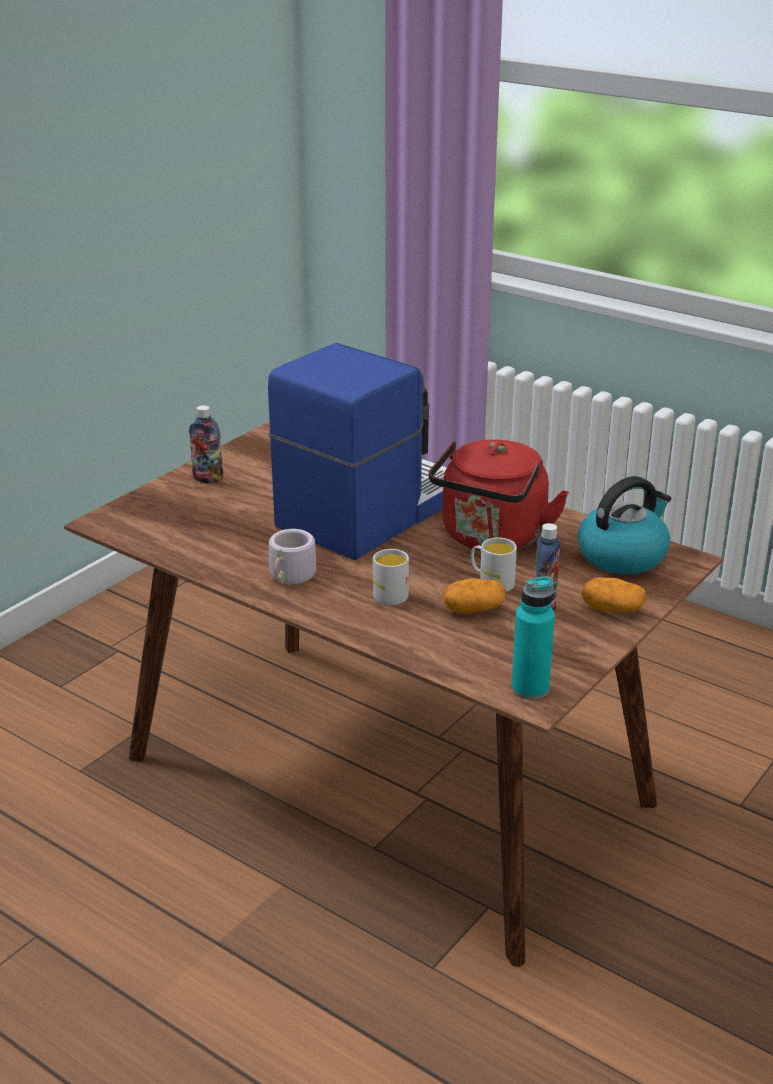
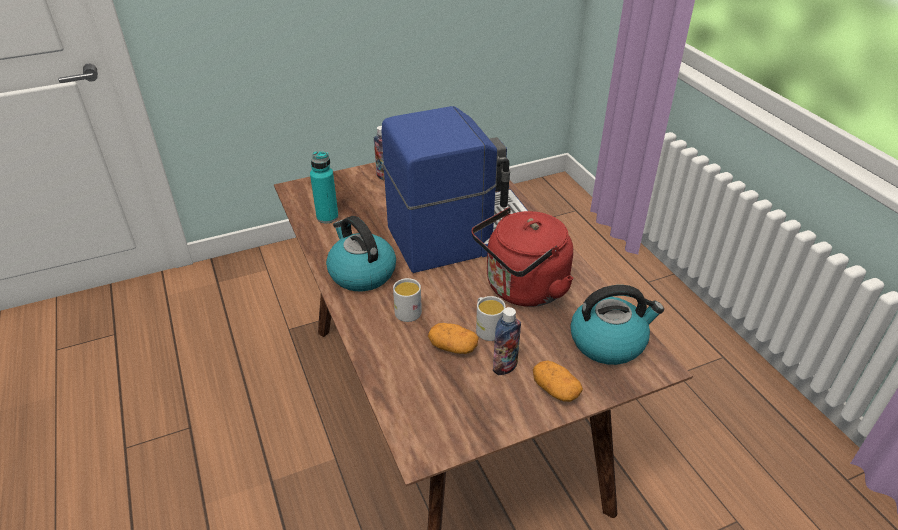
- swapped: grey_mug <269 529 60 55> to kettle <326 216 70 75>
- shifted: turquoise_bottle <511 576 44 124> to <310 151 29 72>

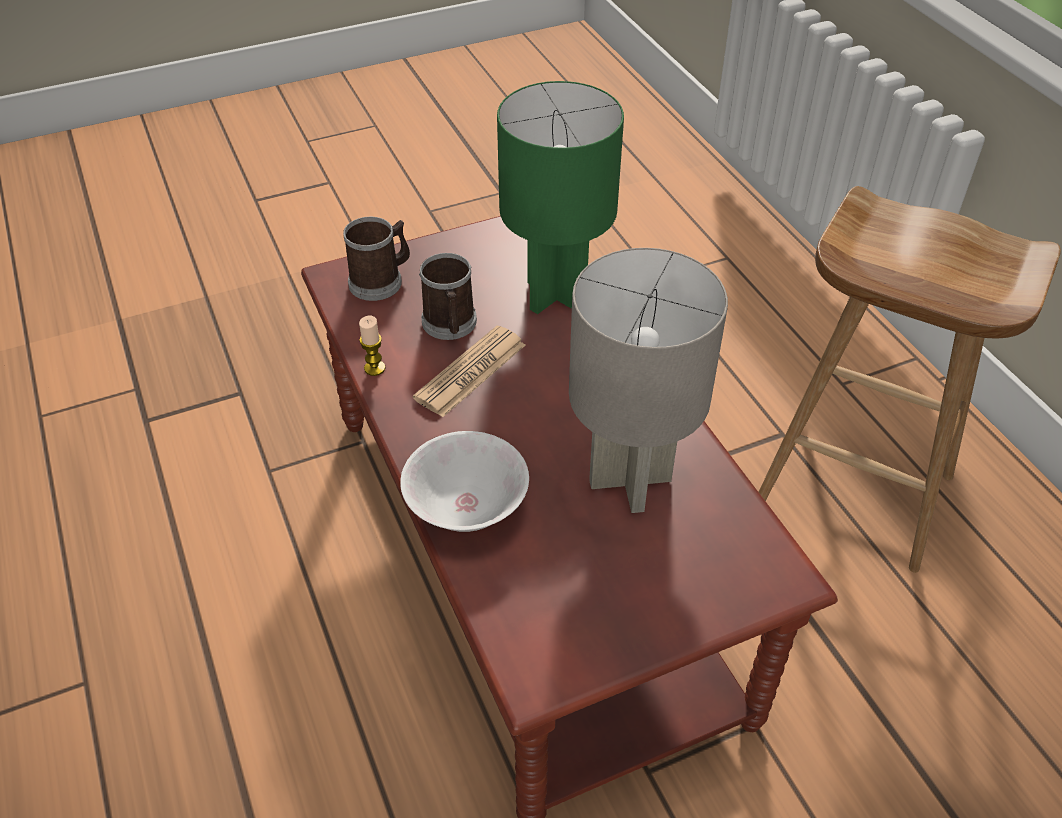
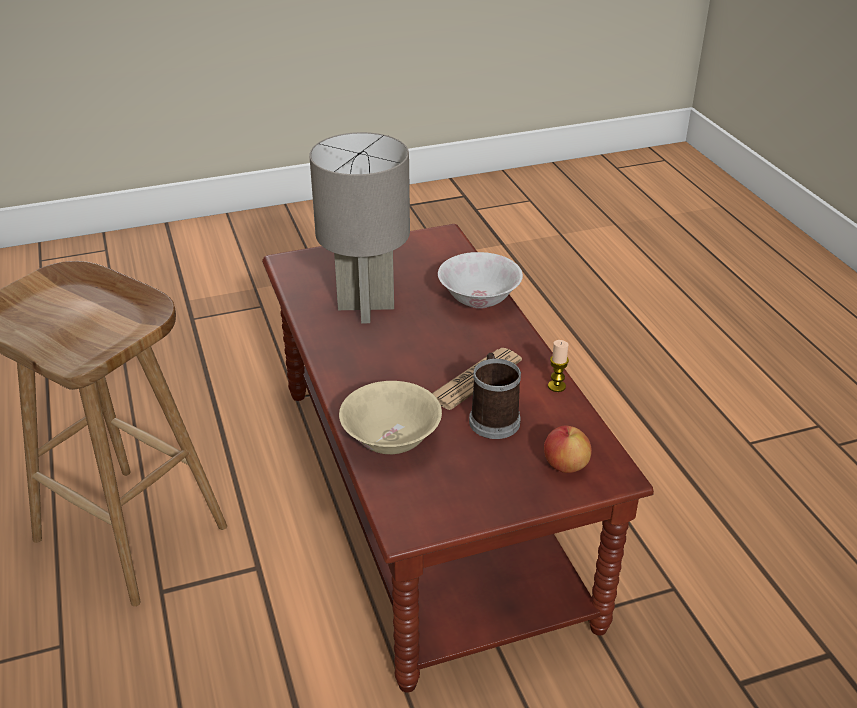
- swapped: green_table_lamp <497 81 127 233> to beige_bowl <339 381 103 73>
- swapped: mug <343 217 67 84> to apple <544 425 48 48>

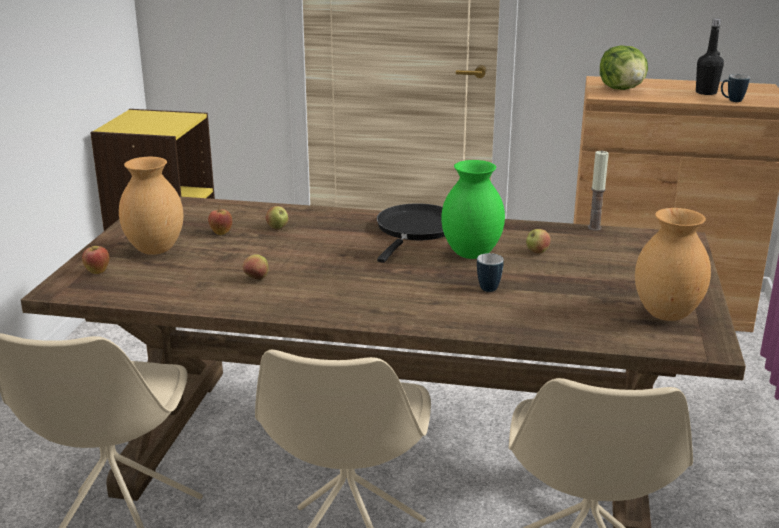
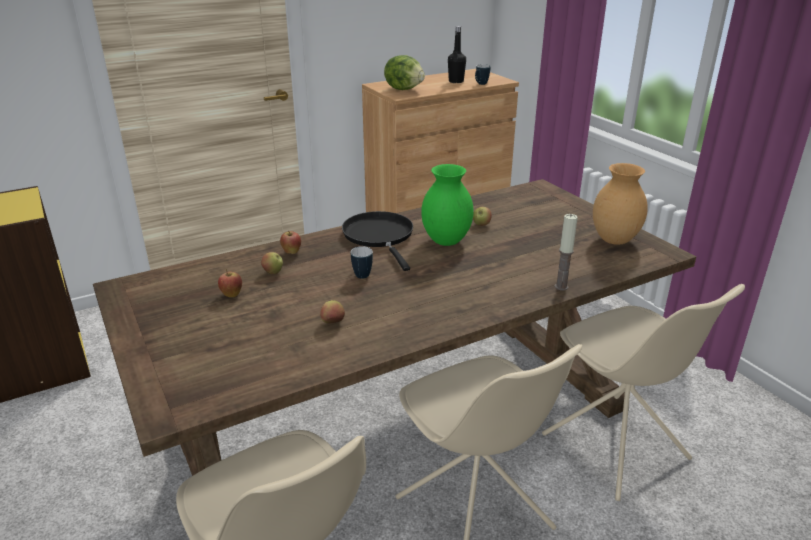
- shifted: candle <588 151 21 80> to <555 214 23 77>
- gone: brown_vase <119 157 64 98>
- shifted: apple <82 244 28 30> to <280 231 21 23>
- shifted: mug <477 253 27 39> to <351 246 22 33>

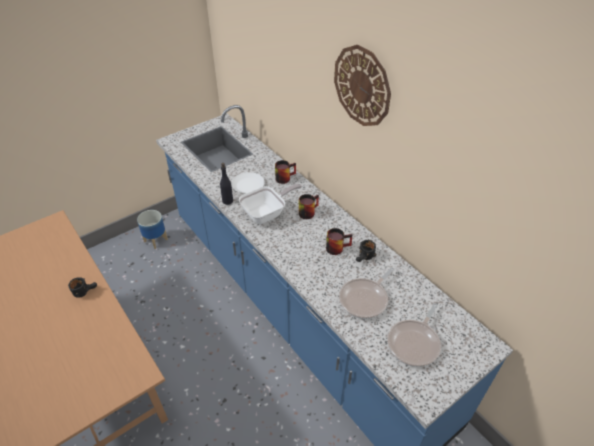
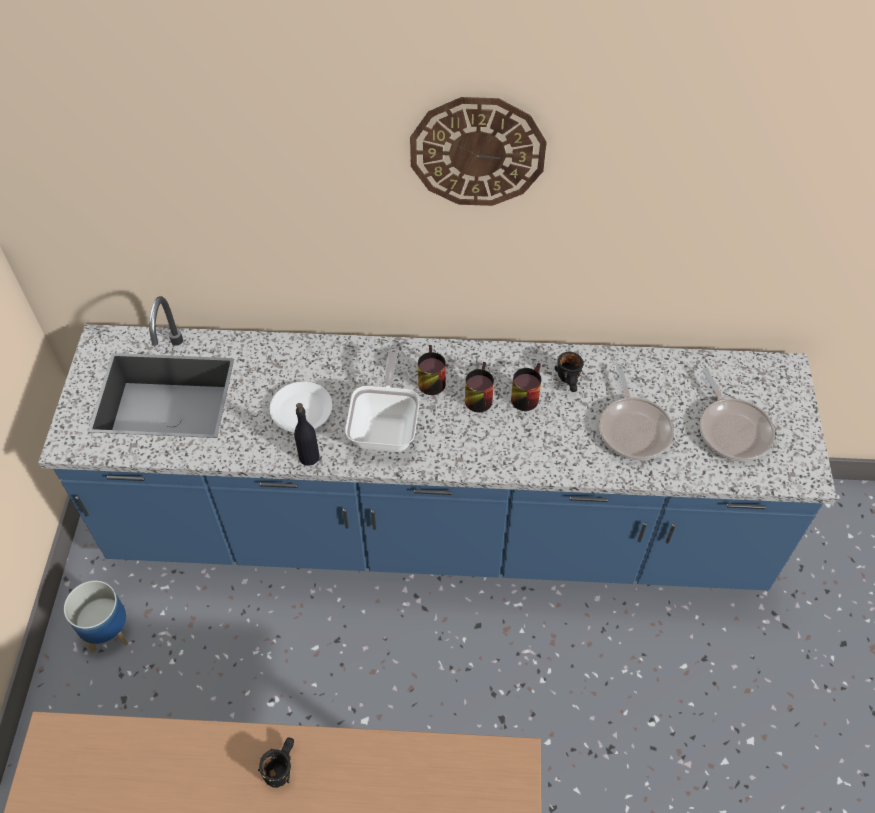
- shifted: mug <275 160 21 24> to <465 362 29 50>

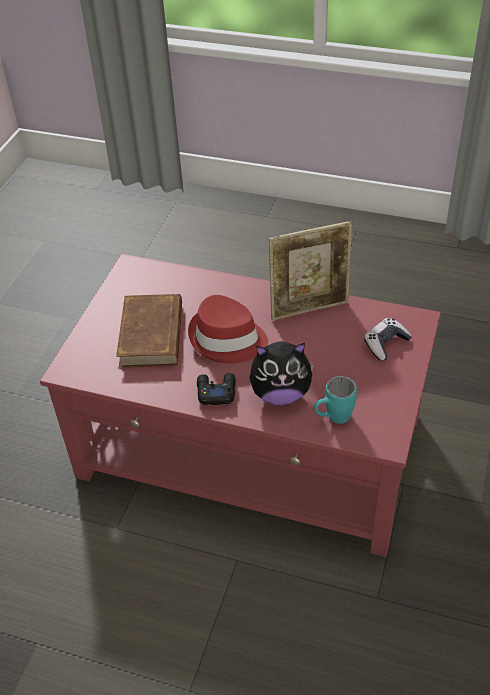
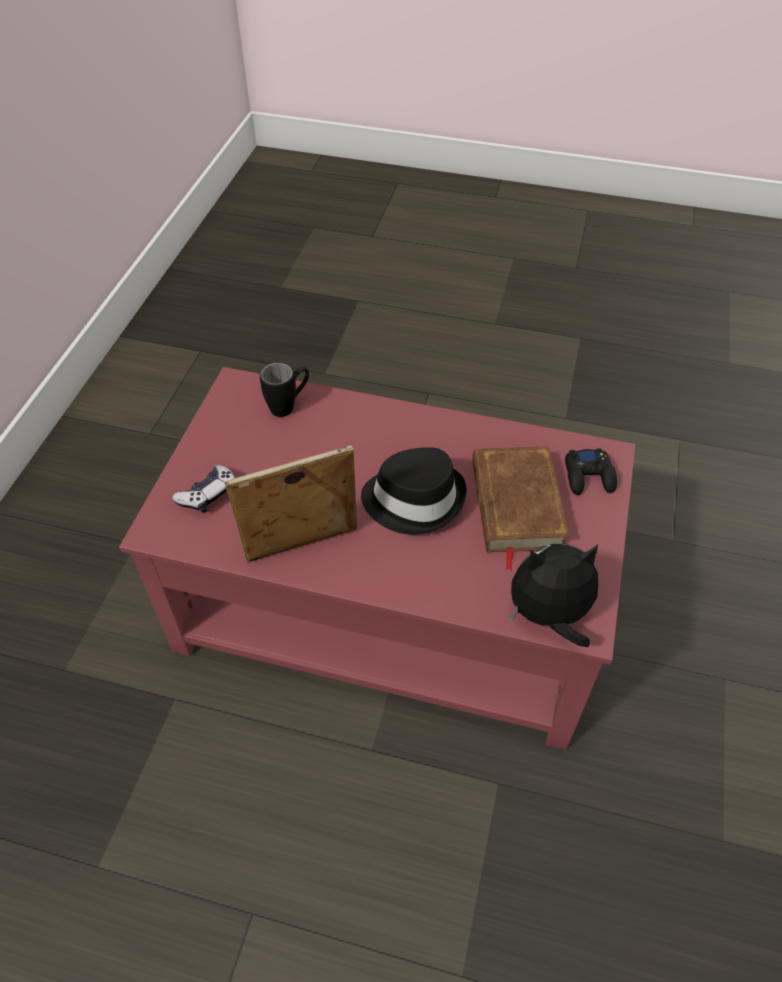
- repainted: red_hat <188 295 80 69> to black_hat <361 447 106 88>
- shifted: plush_toy <249 342 66 63> to <509 544 89 103>
- shifted: black_game_controller <197 373 39 32> to <565 448 52 47>
- repainted: turquoise_mug <314 376 43 48> to black_mug <260 362 49 55>

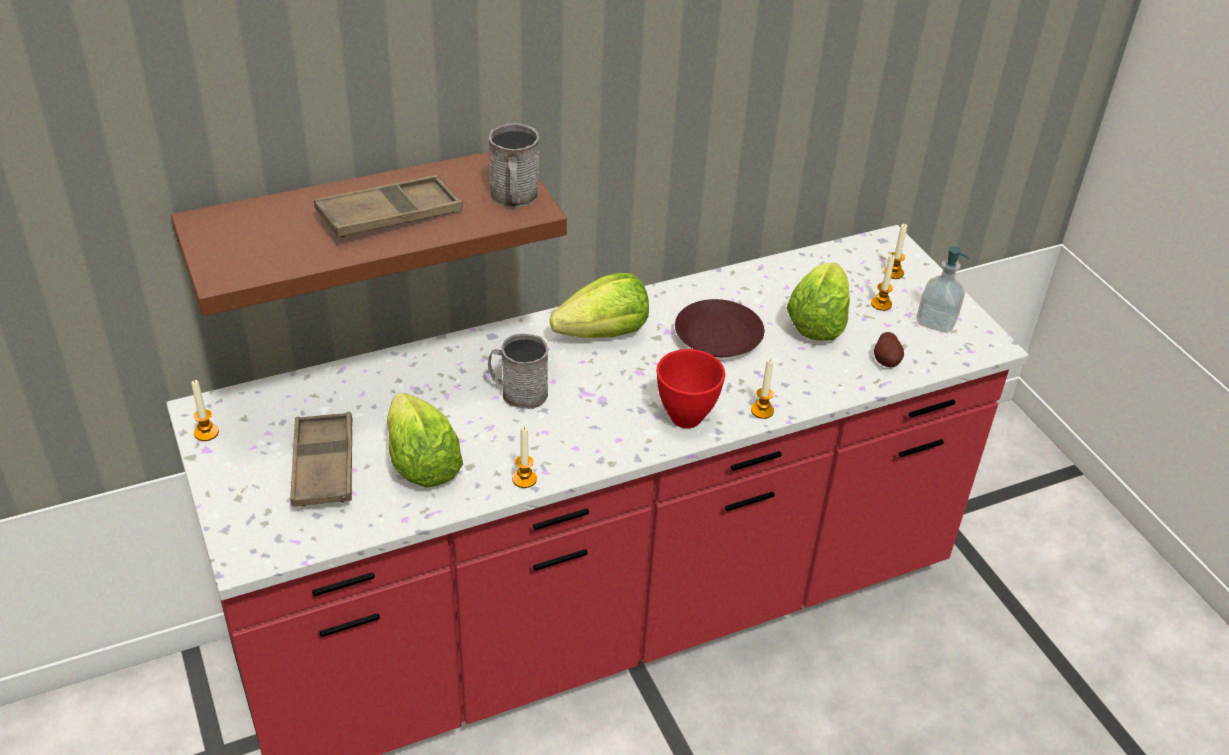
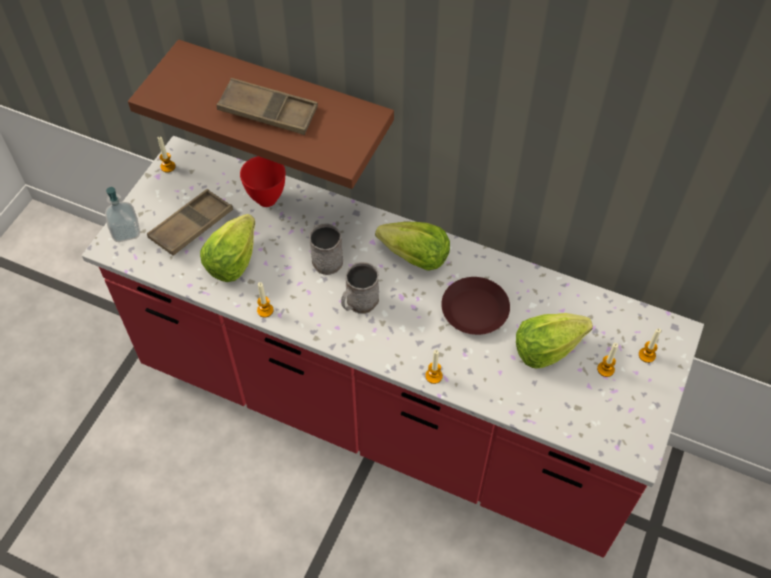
- shifted: grey_mug <489 123 50 84> to <341 262 38 52>
- shifted: soap_dispenser <916 246 53 87> to <105 187 35 55>
- gone: potato <874 332 30 35>
- shifted: red_bowl <657 349 68 79> to <240 156 46 51>

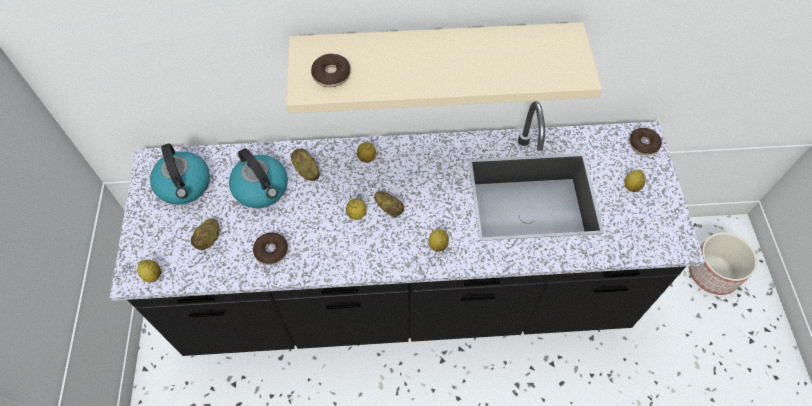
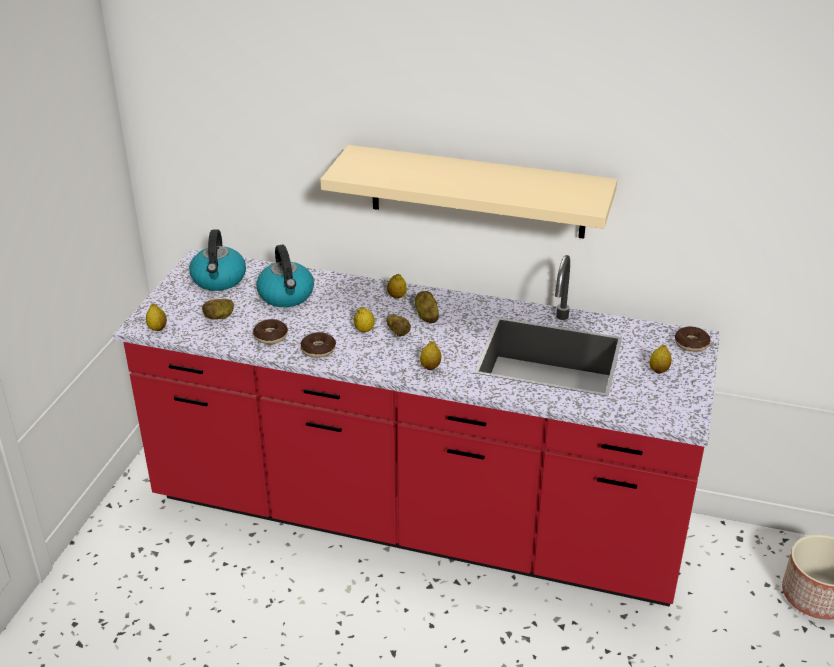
- shifted: donut <311 54 39 33> to <301 332 35 26>
- repainted: black_counter <110 101 595 255> to red_counter <113 250 607 357>
- shifted: potato <291 148 29 33> to <415 291 24 32>

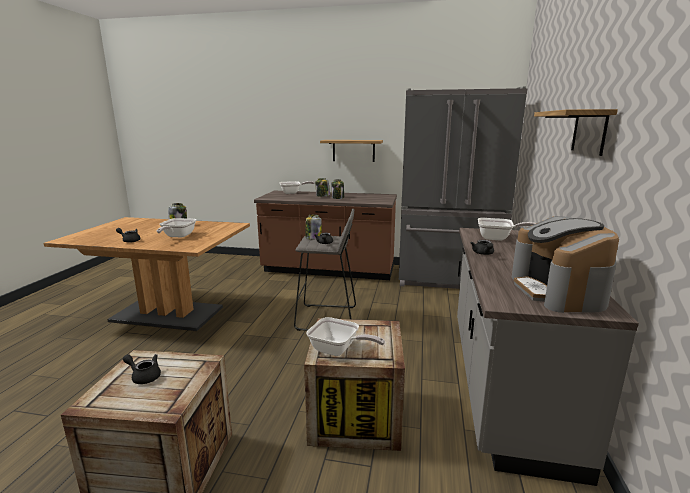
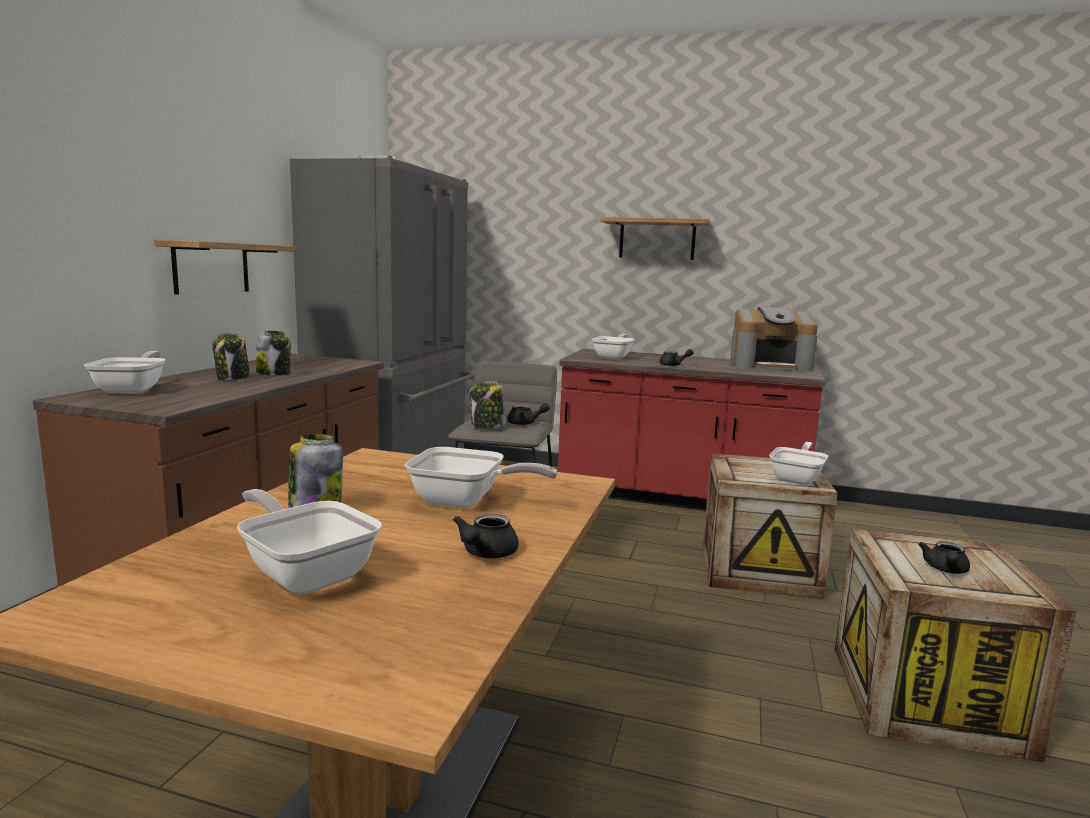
- repainted: grey_counter <457 228 182 258> to red_counter <558 349 267 162>
- new: frying_pan <237 489 145 106>

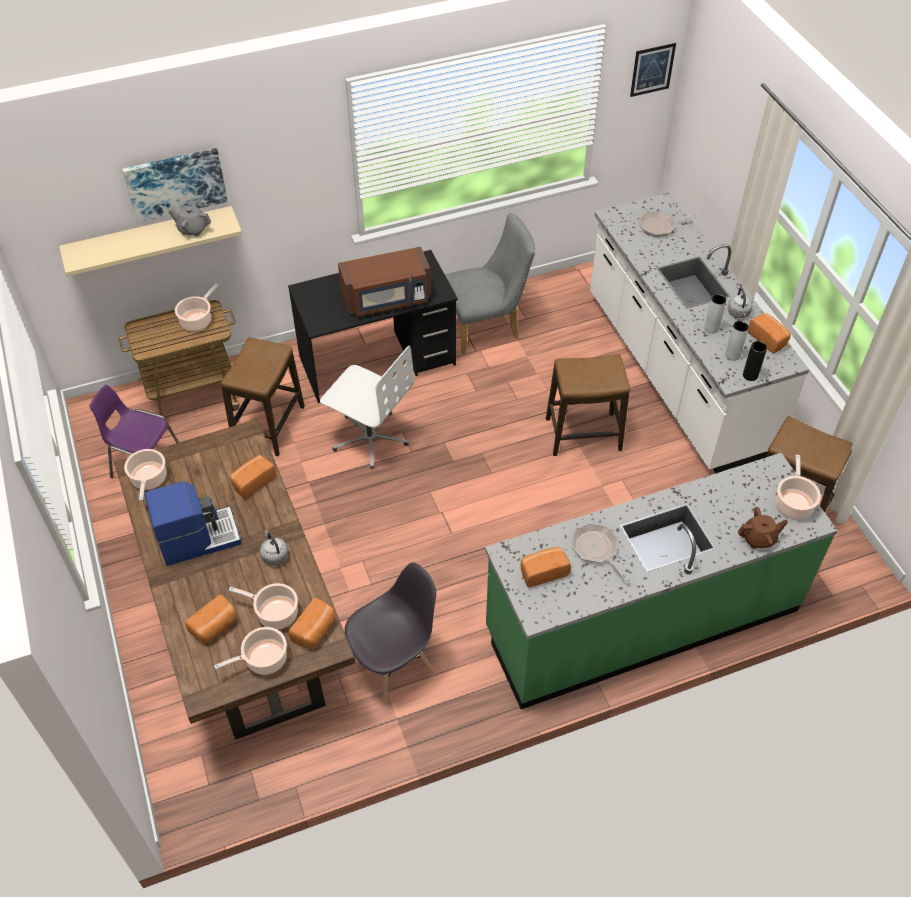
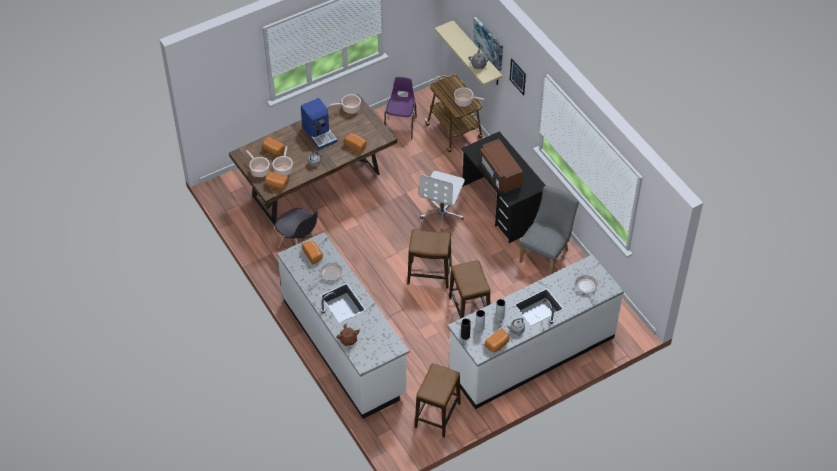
- shifted: picture <630 43 46 54> to <510 58 16 37>
- rotated: grey_chair <445 213 91 141> = <519 186 60 89> 120 degrees counterclockwise
- shifted: stool <221 337 84 119> to <407 229 45 59>
- repainted: green_counter <485 453 353 256> to white_counter <277 232 133 187>
- gone: cooking_pot <776 455 45 64>

